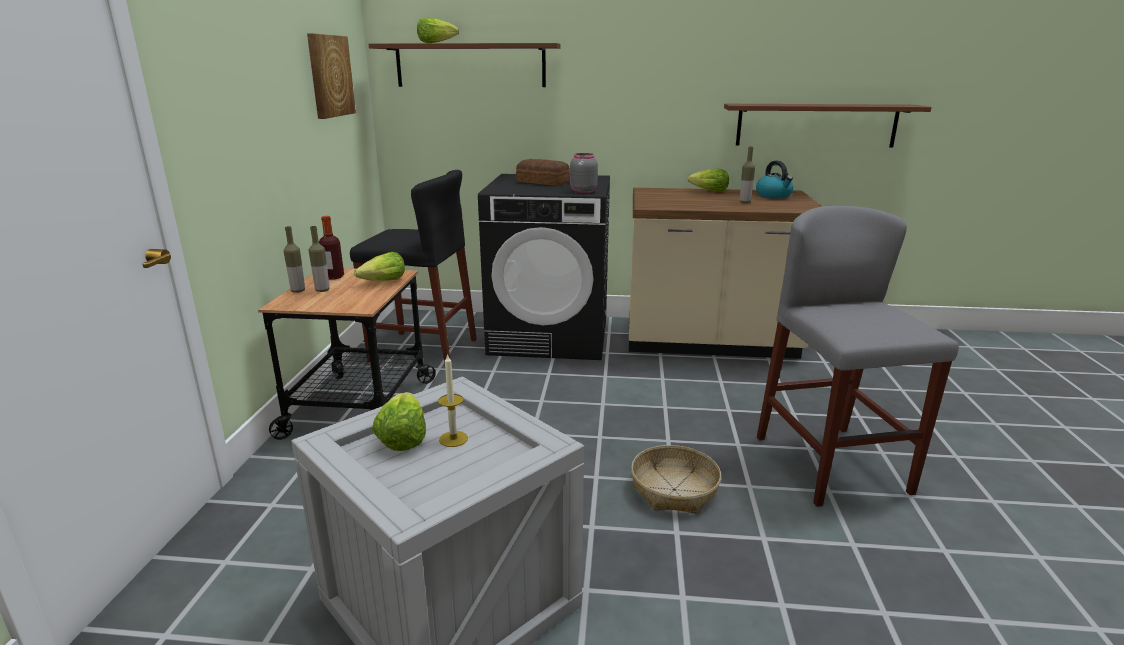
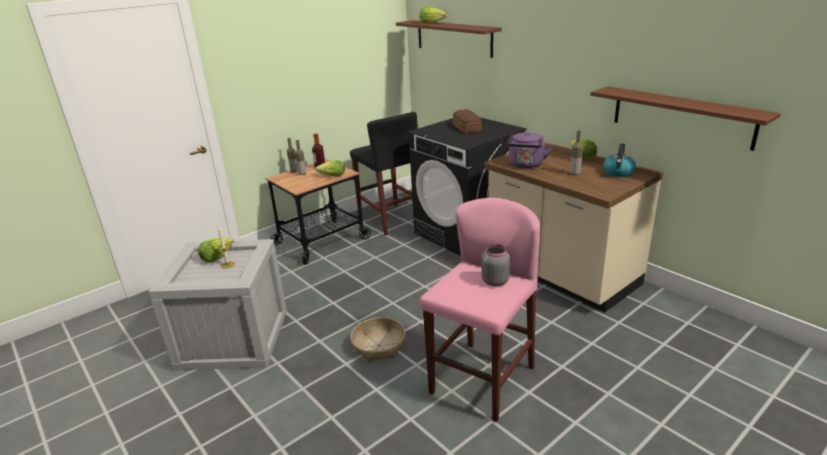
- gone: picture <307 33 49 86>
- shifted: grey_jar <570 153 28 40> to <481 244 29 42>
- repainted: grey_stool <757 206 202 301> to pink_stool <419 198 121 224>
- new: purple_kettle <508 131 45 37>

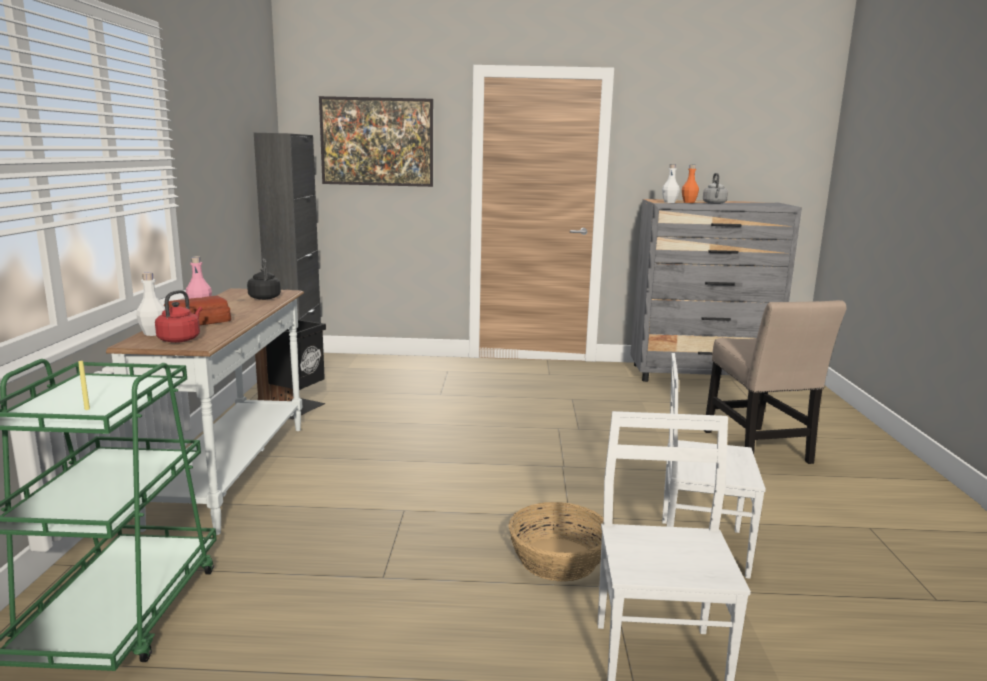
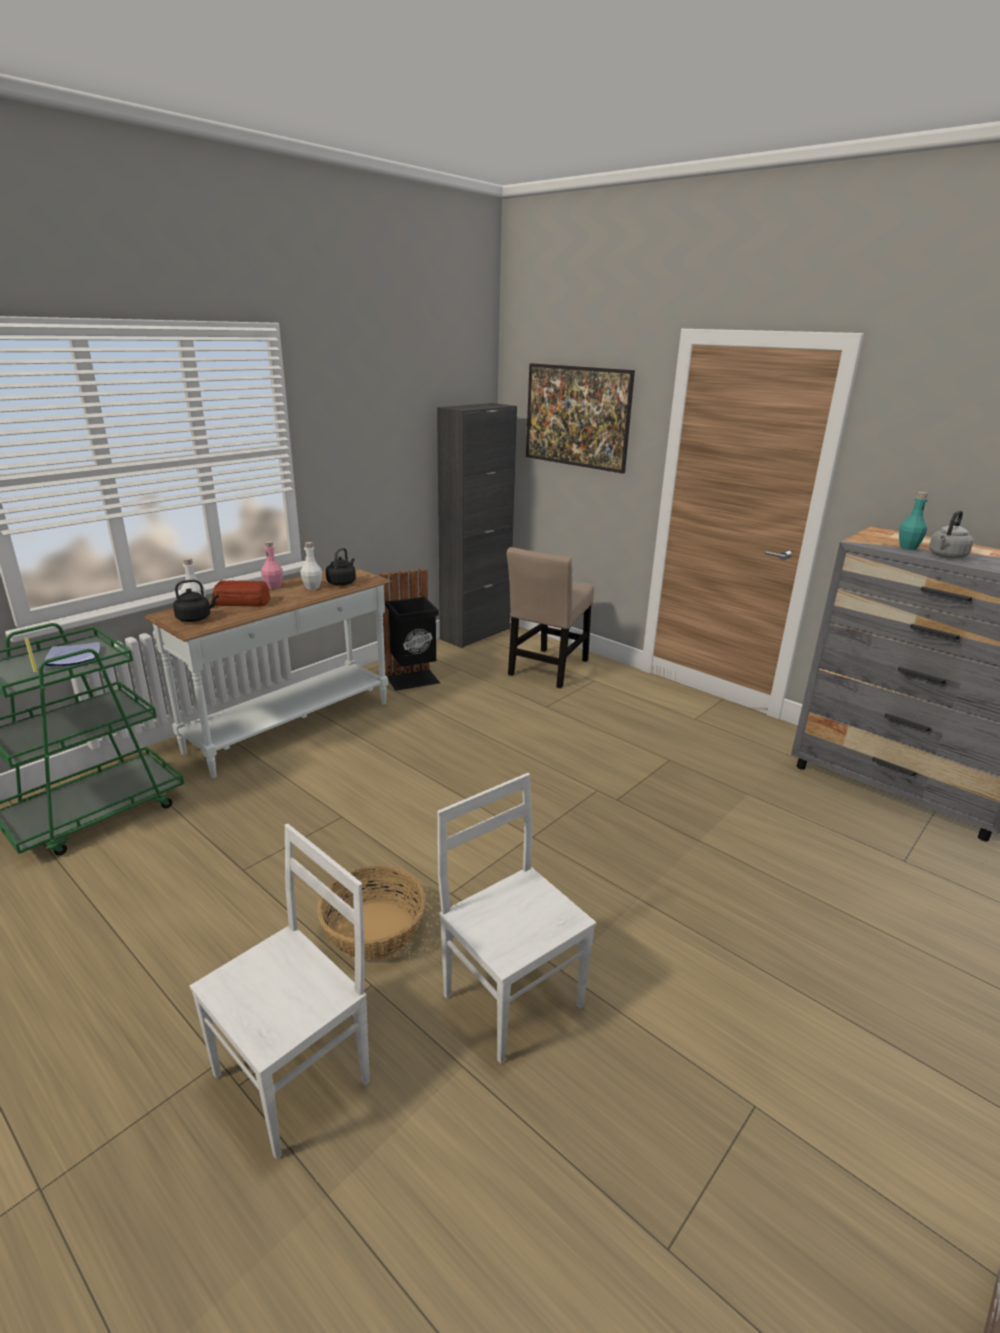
- shifted: white_bottle <662 164 18 39> to <300 542 22 48>
- repainted: orange_bottle <682 165 17 38> to turquoise_bottle <899 492 29 58>
- repainted: red_kettle <155 290 47 53> to black_kettle <173 579 46 43>
- shifted: beige_chair <704 300 143 164> to <507 547 87 142>
- new: plate <45 642 55 24>

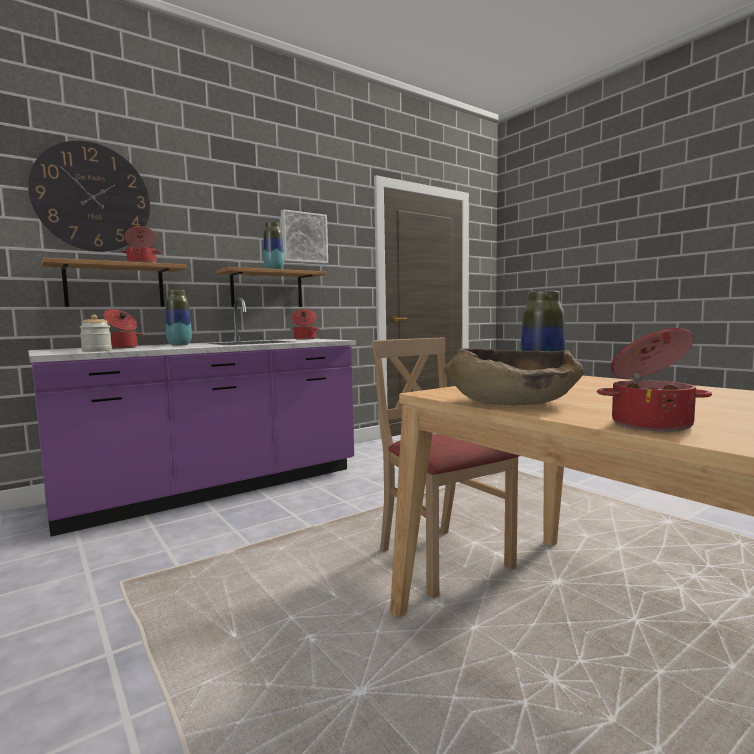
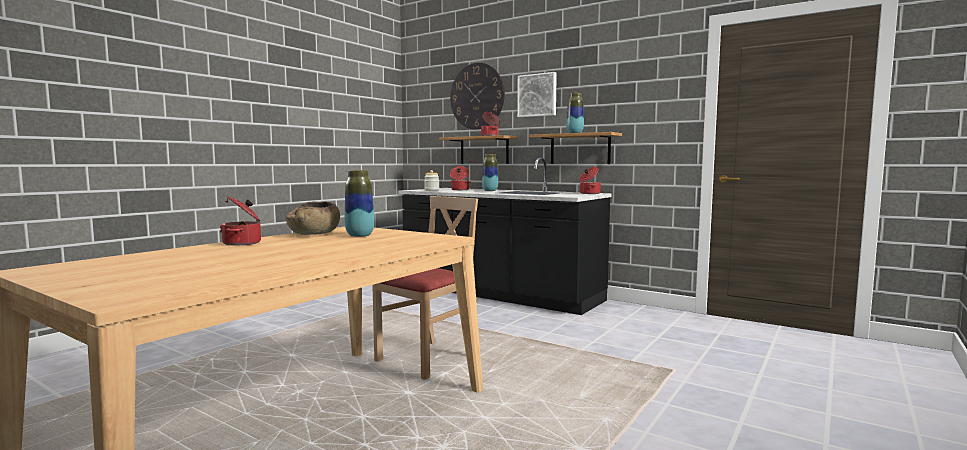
- shifted: picture <281 209 47 55> to <517 72 40 45>
- repainted: purple_counter <28 298 328 239> to black_counter <398 157 214 158>

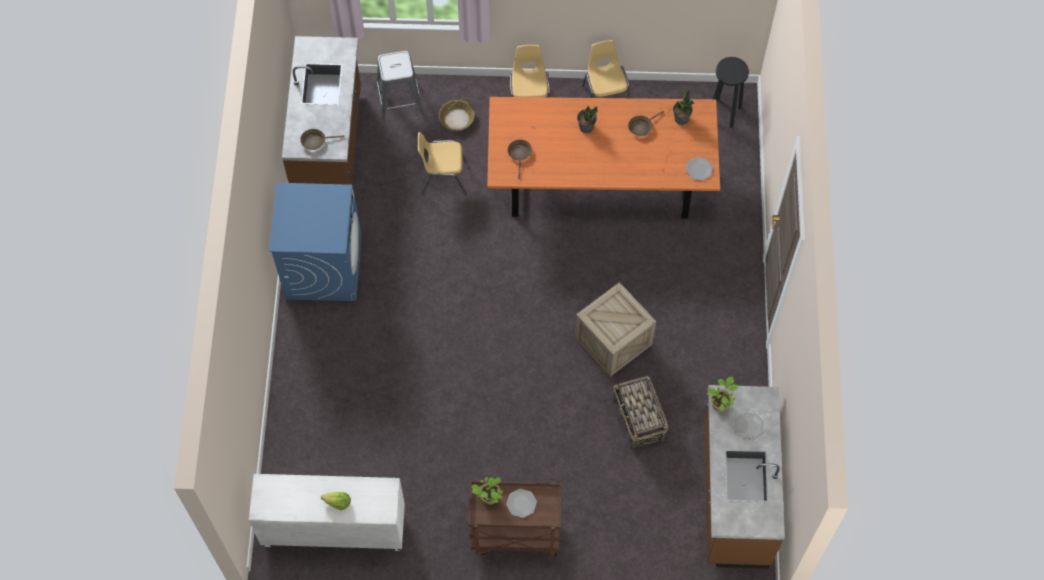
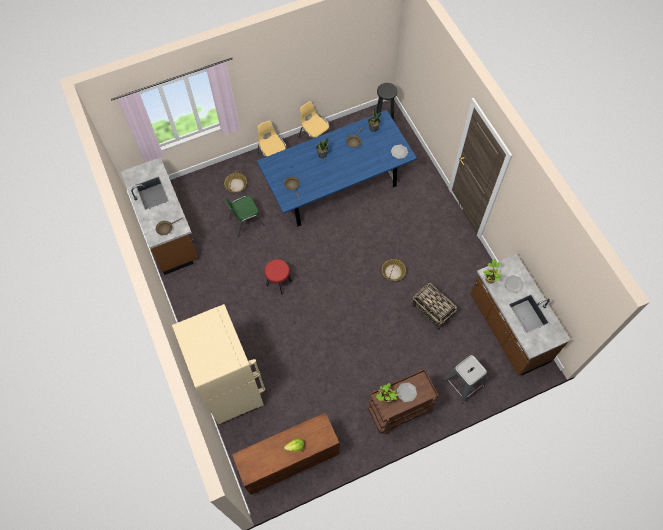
- shifted: grey_stool <376 51 48 70> to <442 355 45 49>
- repainted: orange_dining_table <487 97 233 121> to blue_dining_table <257 110 160 117>
- repainted: yellow_chair <418 132 49 64> to green_chair <225 196 40 41>
- gone: blue_washing_machine <269 183 93 118>
- swapped: crate <575 282 81 95> to basket <382 257 24 24>
- repainted: white_cabinet <249 474 156 77> to brown_cabinet <232 412 108 83>
- new: red_stool <265 259 27 36>
- new: beige_fridge <172 304 93 120>

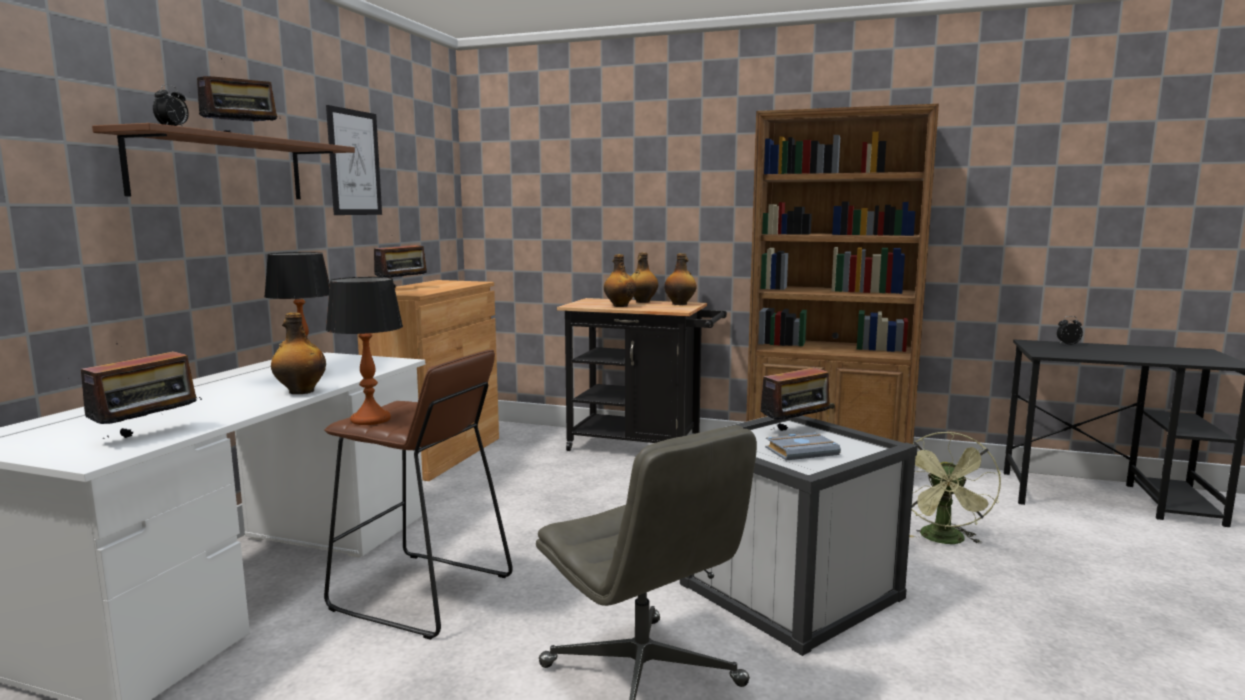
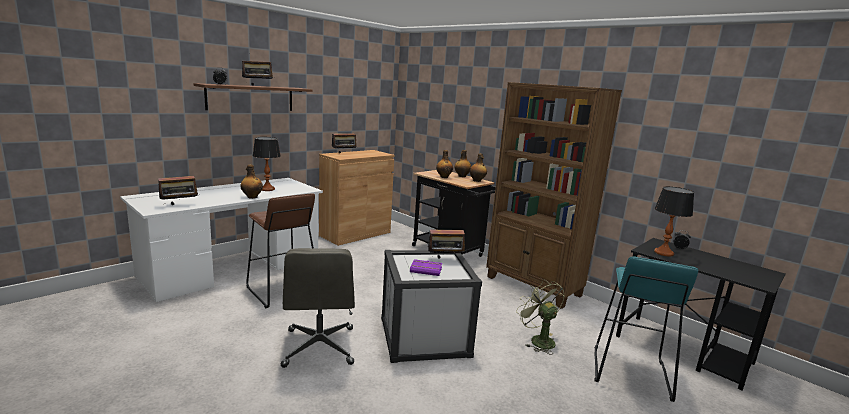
- gone: picture <326 105 56 110>
- shifted: table_lamp <326 277 77 148> to <654 186 40 71>
- rotated: green_fan <909 432 92 112> = <516 279 48 76> 105 degrees clockwise
- repainted: grey_book <765 433 76 27> to purple_book <410 259 32 17>
- new: turquoise_stool <595 256 103 146>

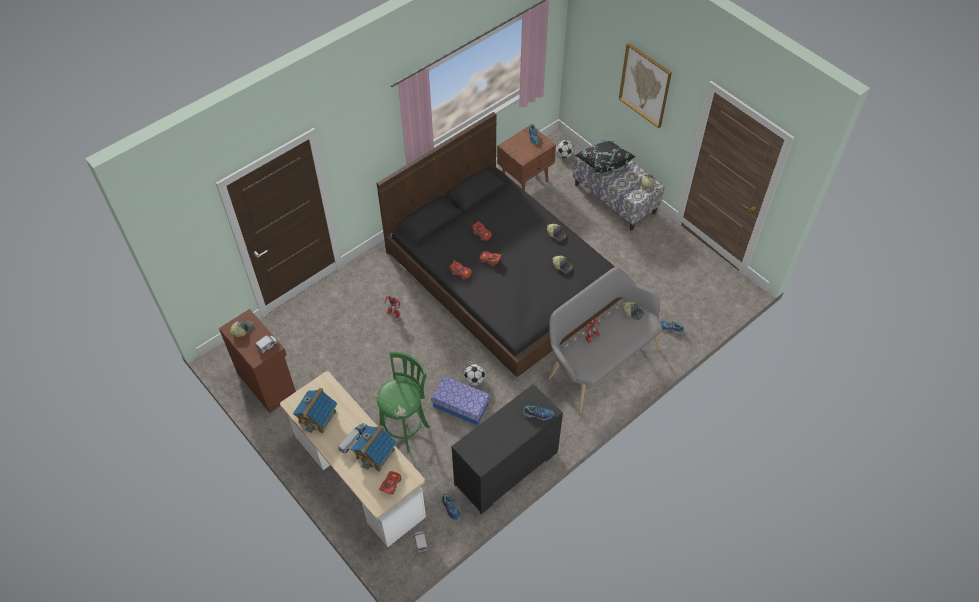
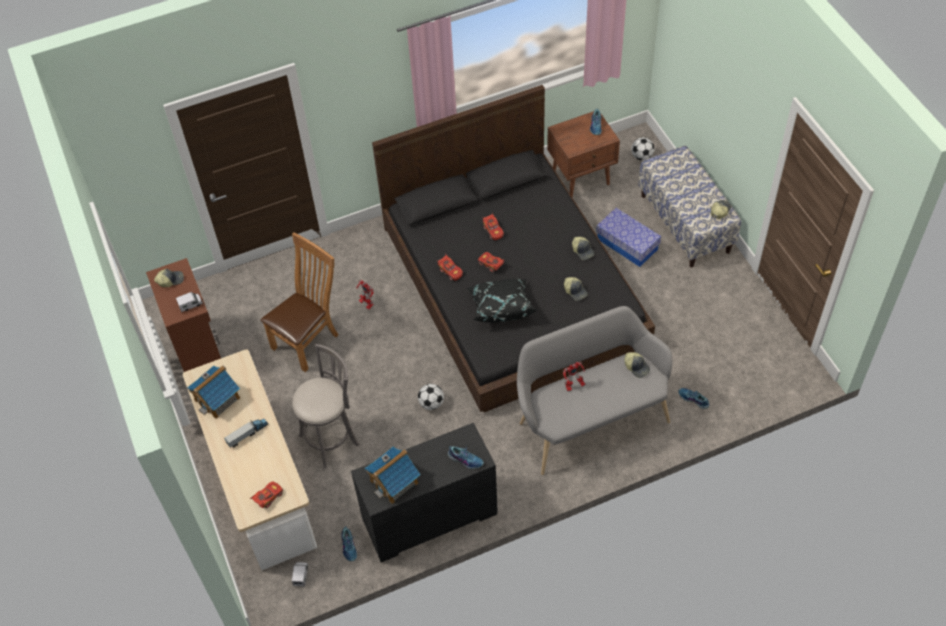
- gone: picture <619 43 53 85>
- shifted: black_pillow <575 141 60 32> to <467 279 71 44>
- repainted: green_stool <377 352 53 100> to grey_stool <292 344 68 124>
- shifted: storage_box <431 376 59 49> to <596 208 65 59>
- shifted: toy_house <351 425 46 46> to <365 447 56 57>
- new: brown_chair <261 233 77 139>

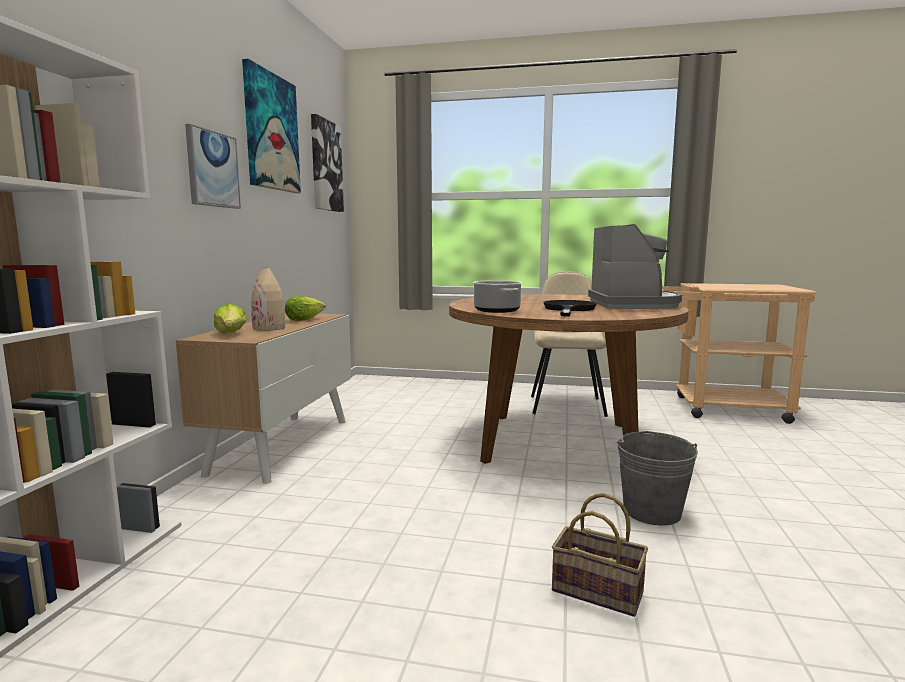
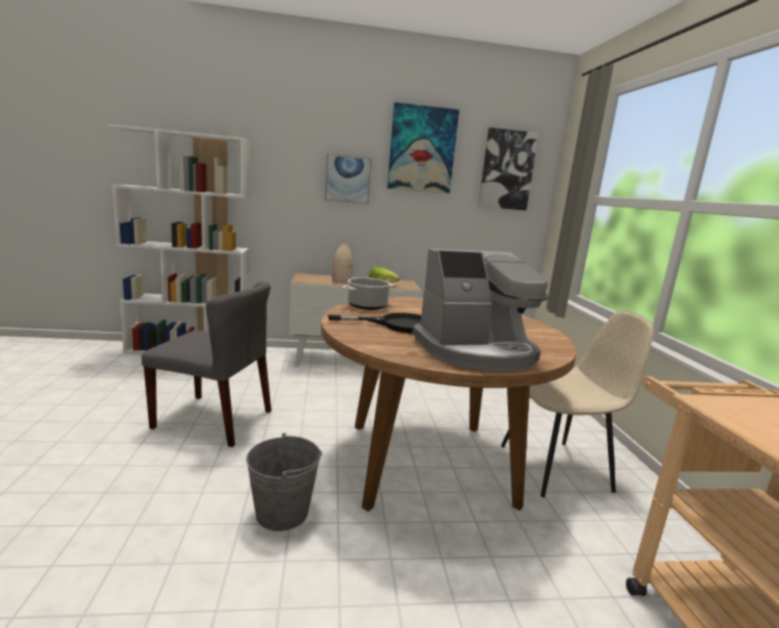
- gone: lettuce <214 304 33 29>
- gone: basket <552 493 96 124>
- new: grey_chair <142 282 129 165>

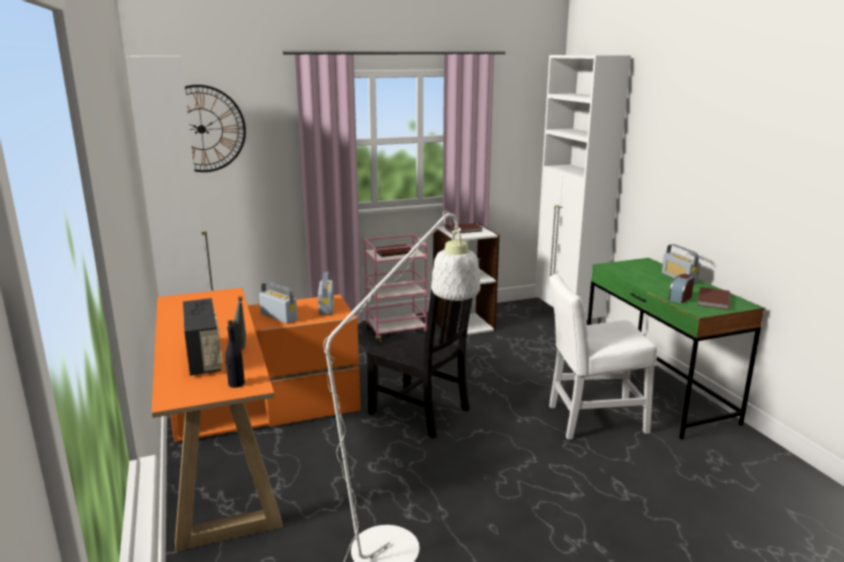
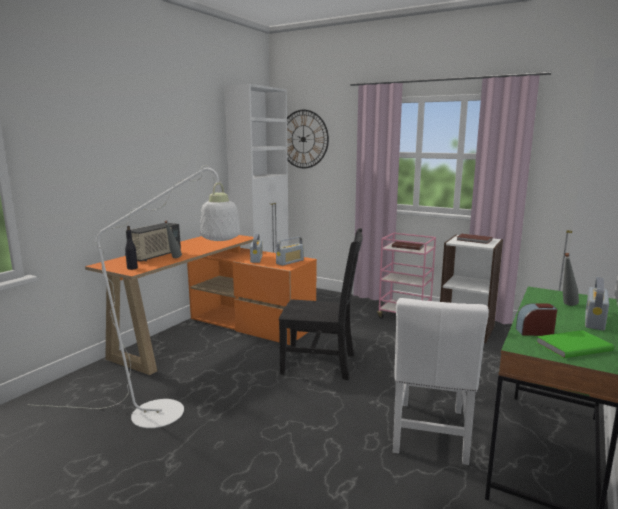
- rotated: black_chair <366 258 115 181> = <279 228 84 152> 75 degrees counterclockwise
- rotated: white_chair <549 274 108 166> = <393 298 96 167> 120 degrees counterclockwise
- repainted: brown_book <698 287 32 23> to green_book <536 330 78 28>
- new: grey_bottle <563 253 16 53>

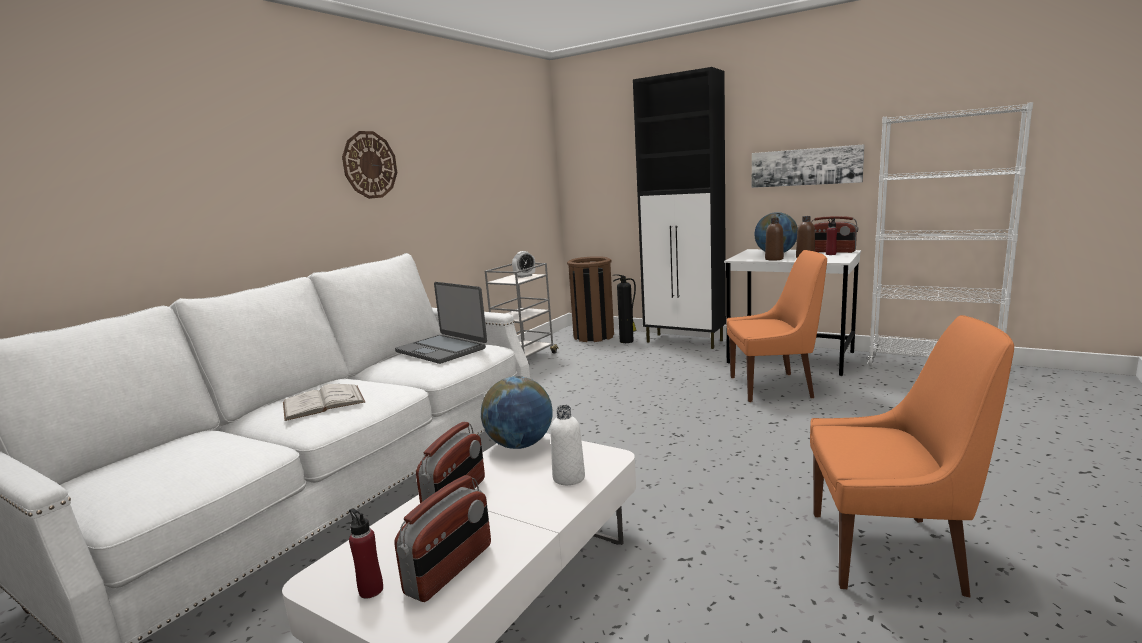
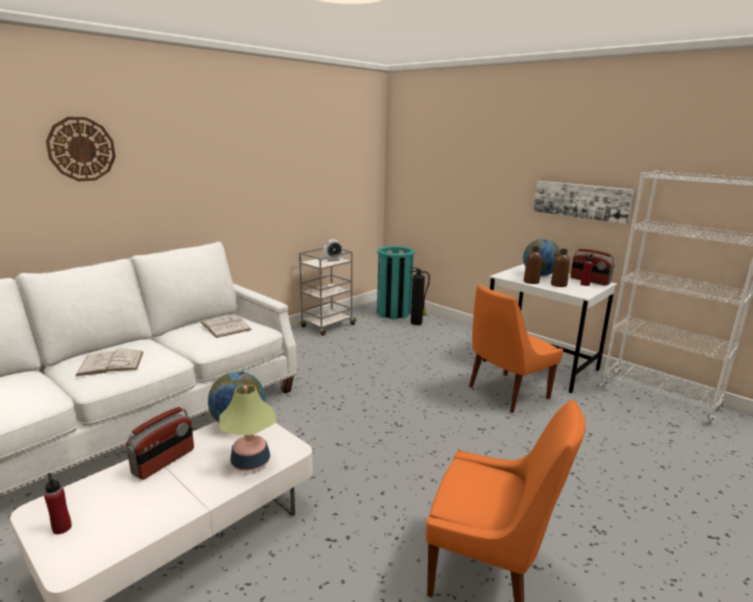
- gone: black_cabinet <633 67 93 282>
- shifted: wall_clock <342 131 55 68> to <46 117 70 64>
- rotated: orange_chair <727 250 100 152> = <469 285 94 128> 135 degrees clockwise
- repainted: brown_trash_can <567 256 47 86> to turquoise_trash_can <377 246 37 73>
- swapped: laptop <395 282 92 82> to white_book <200 313 51 25>
- swapped: white_bottle <550 405 35 80> to table_lamp <219 385 57 87>
- gone: radio <394 475 97 127>

